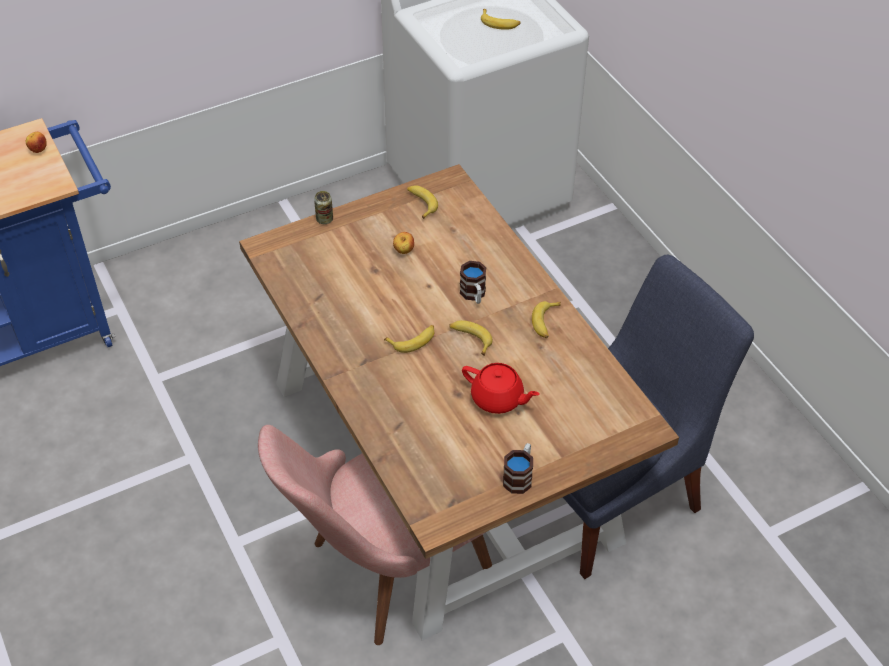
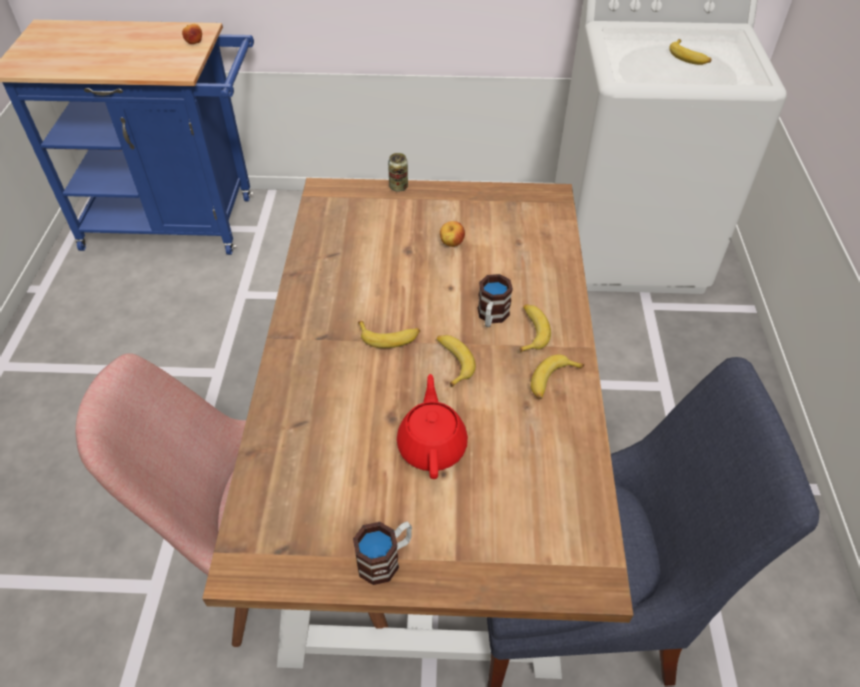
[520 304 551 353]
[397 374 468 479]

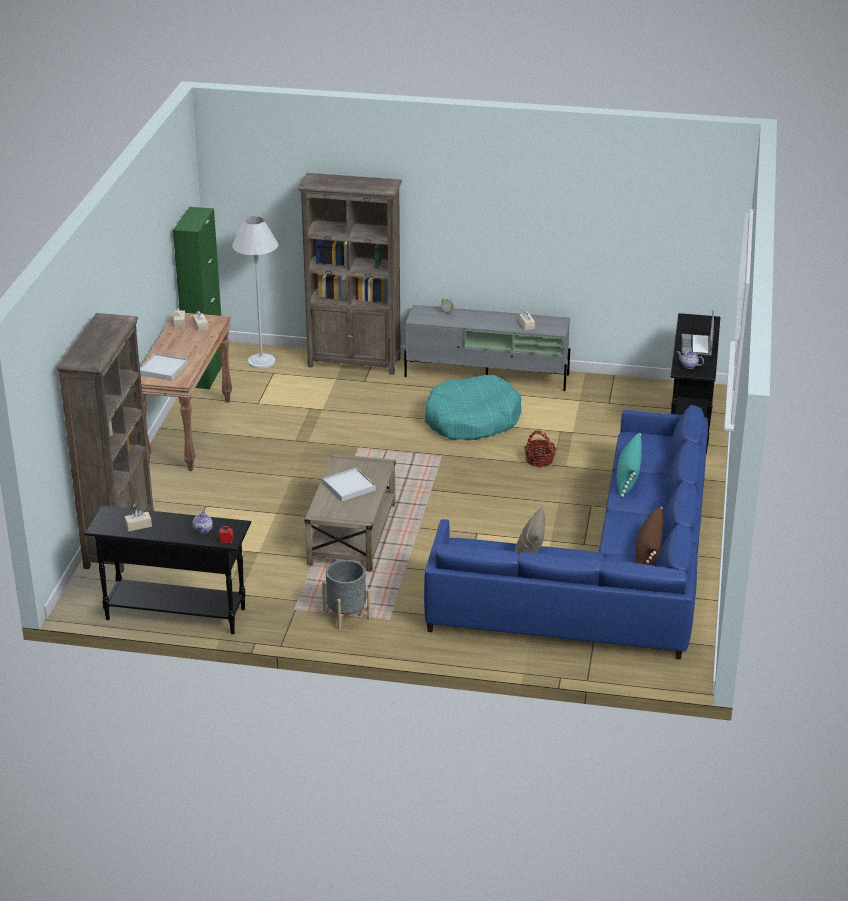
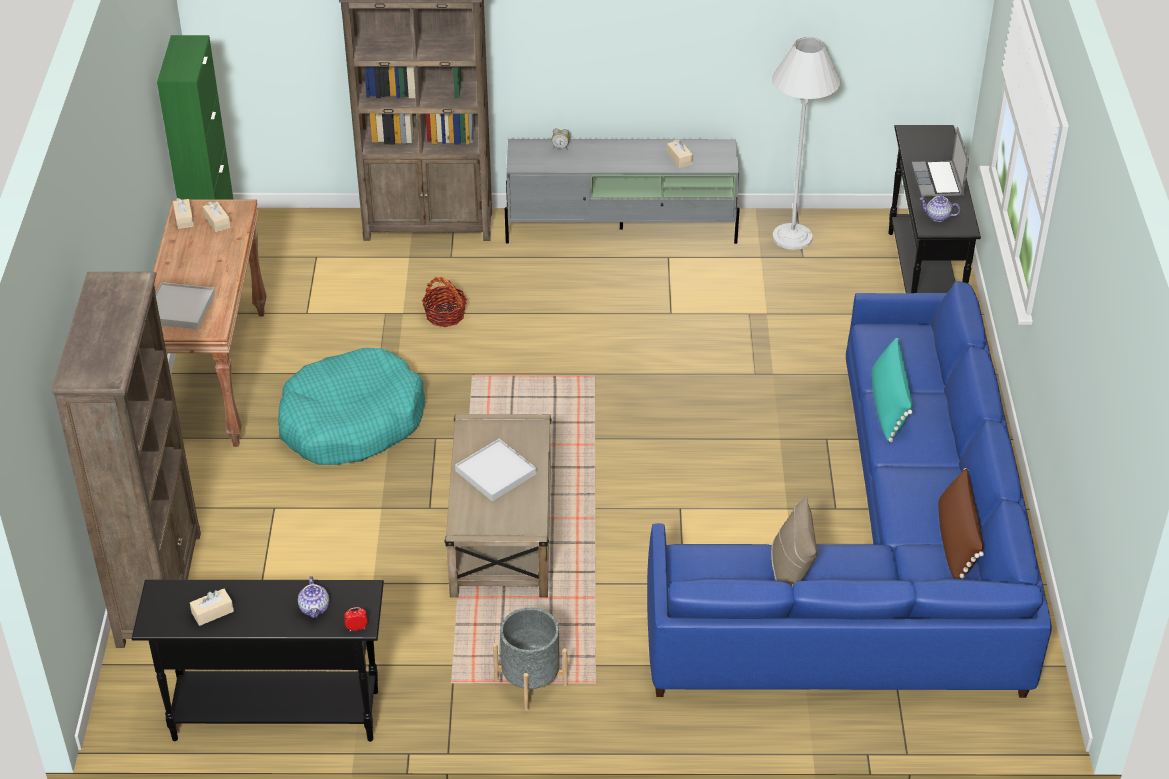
[772 37 841 250]
[278 348 426 465]
[422 277 467 327]

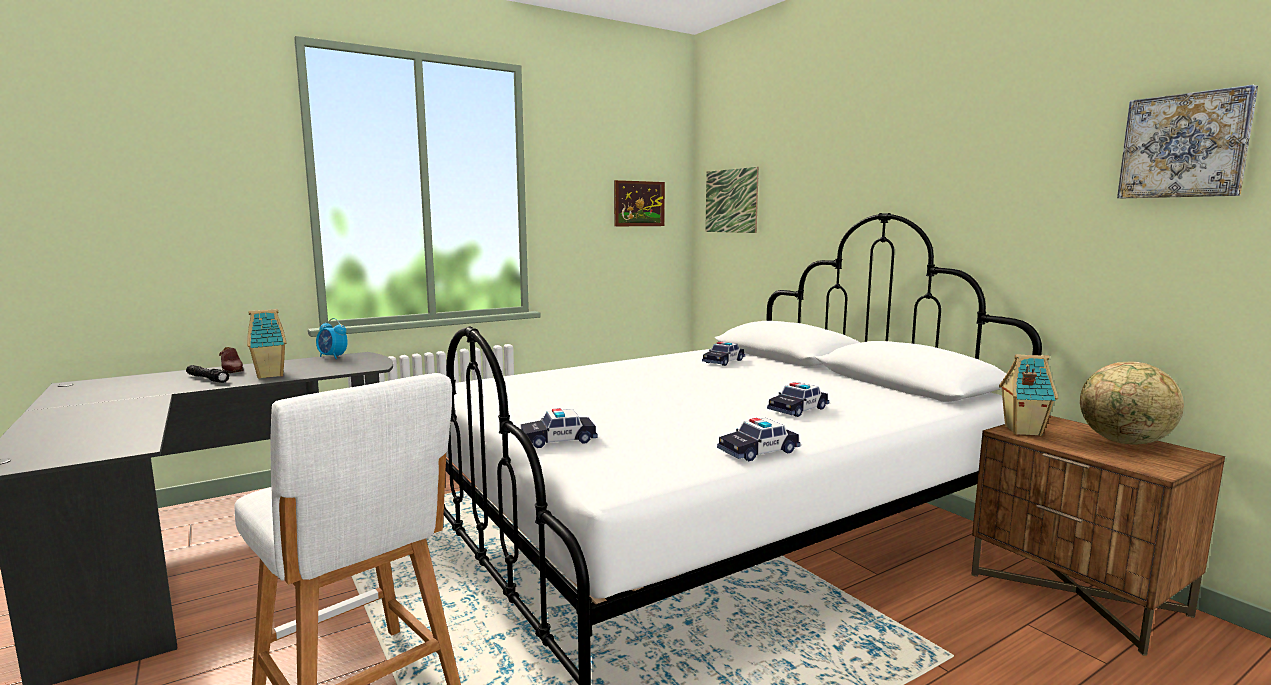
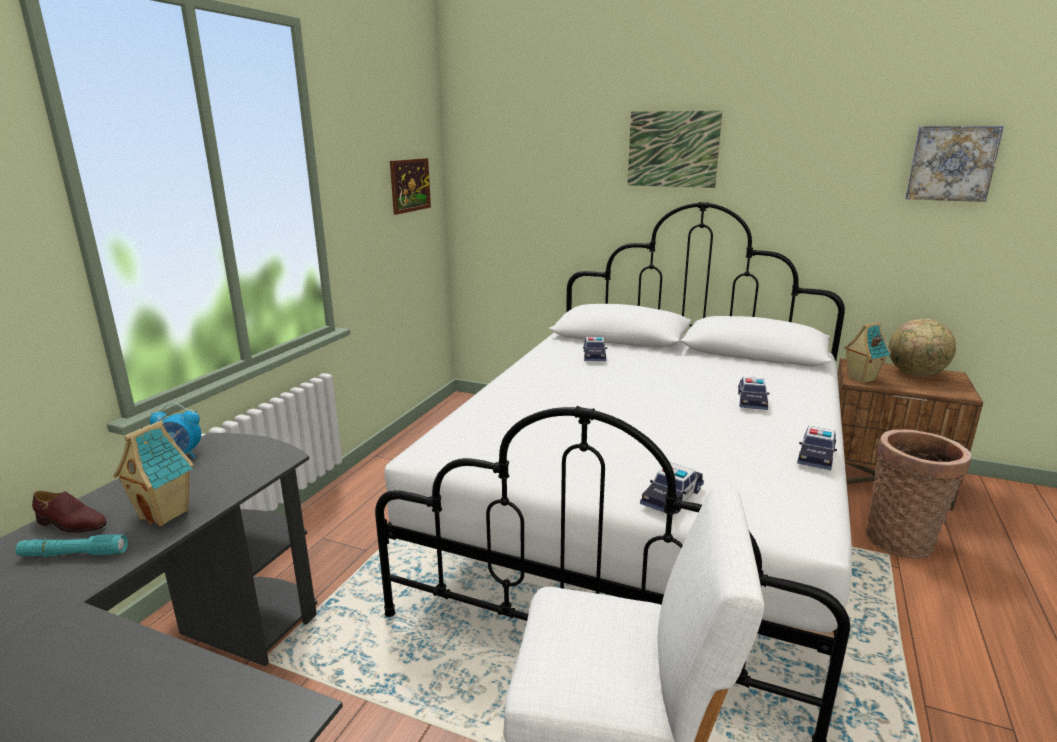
[15 534 128 557]
[627 110 723 188]
[866 429 972 558]

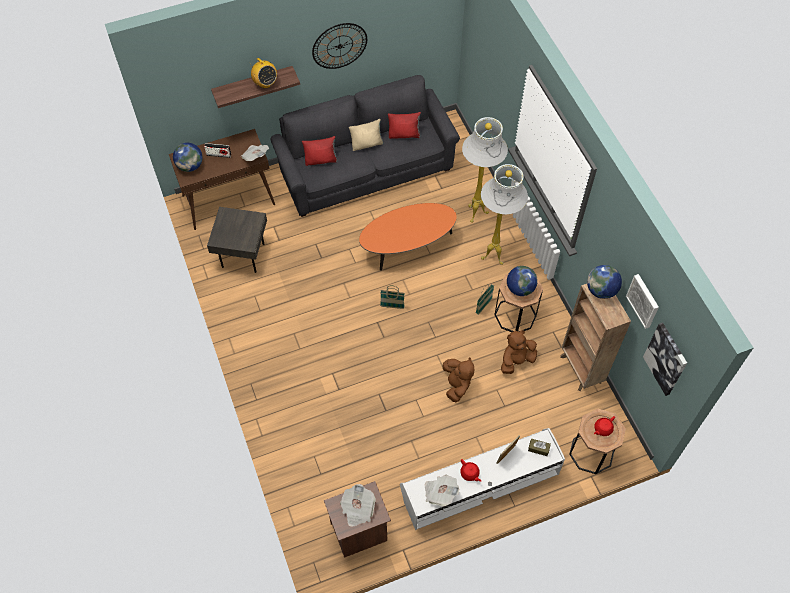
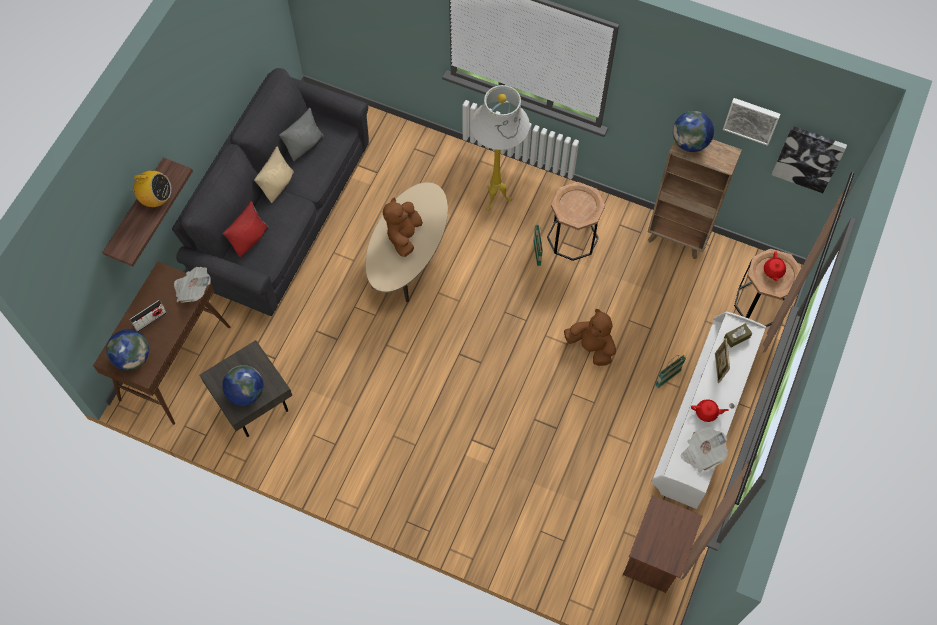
[312 23 367 69] (first image)
[340 484 376 527] (first image)
[365 182 448 302]
[655 355 687 389]
[279 108 324 161]
[462 117 508 223] (first image)
[383 198 423 257]
[222 365 264 406]

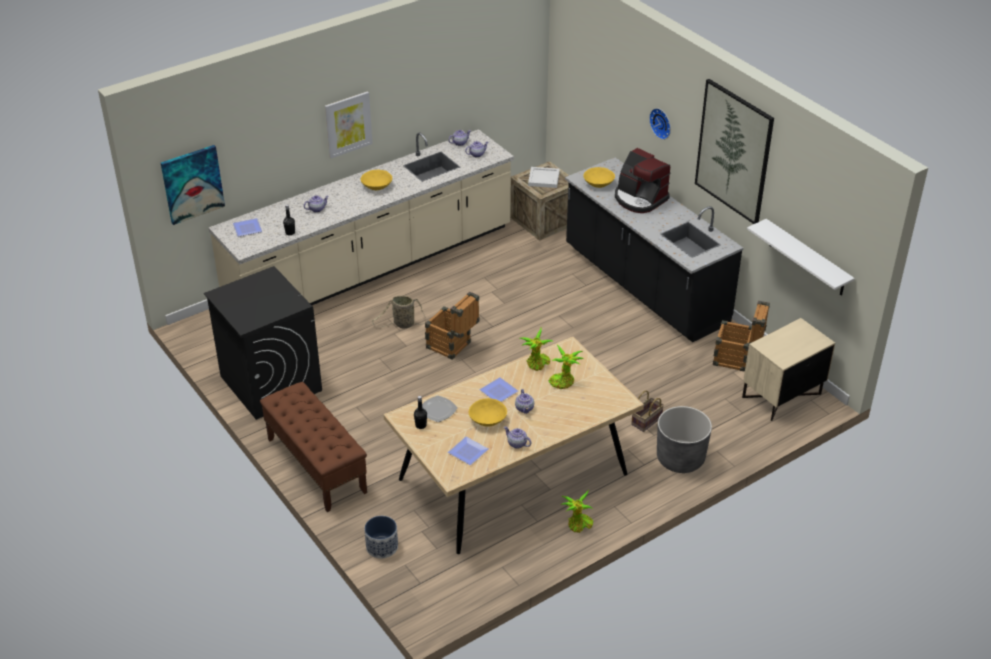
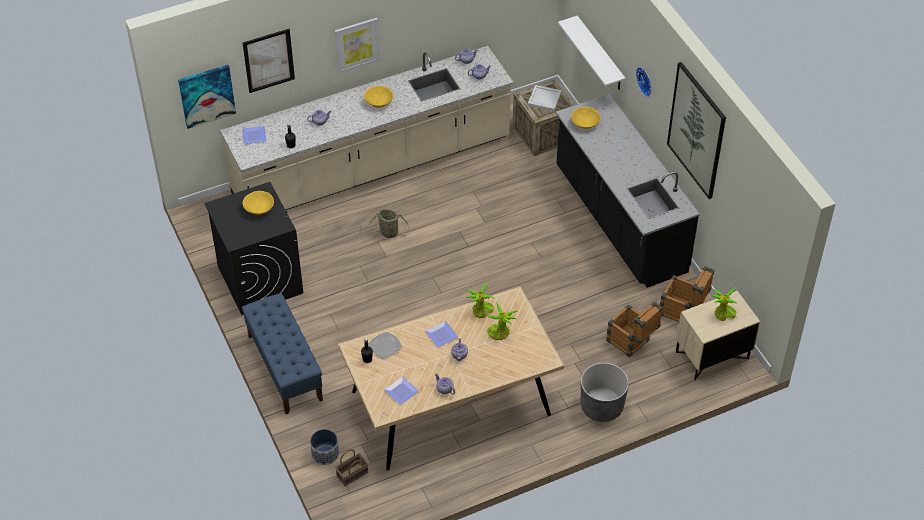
[242 293 323 414]
[606 301 663 358]
[242 191 274 215]
[710 287 737 321]
[615 148 670 213] (first image)
[335 449 368 486]
[558 16 625 90]
[243 29 295 93]

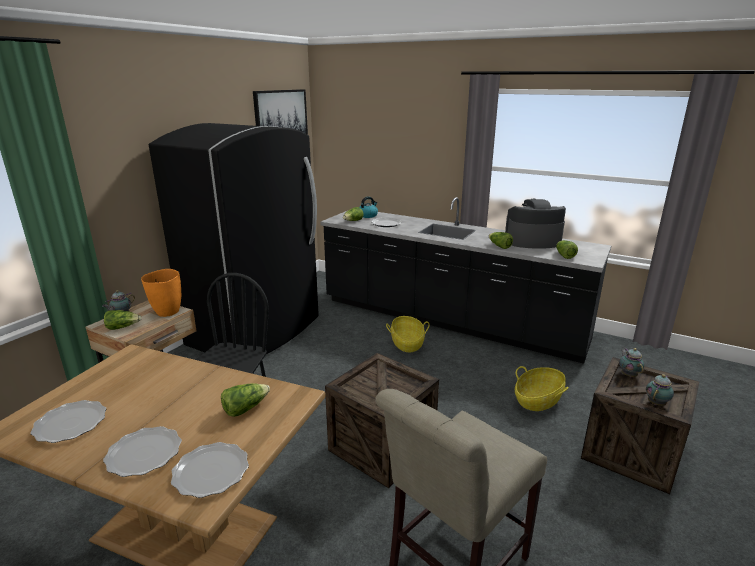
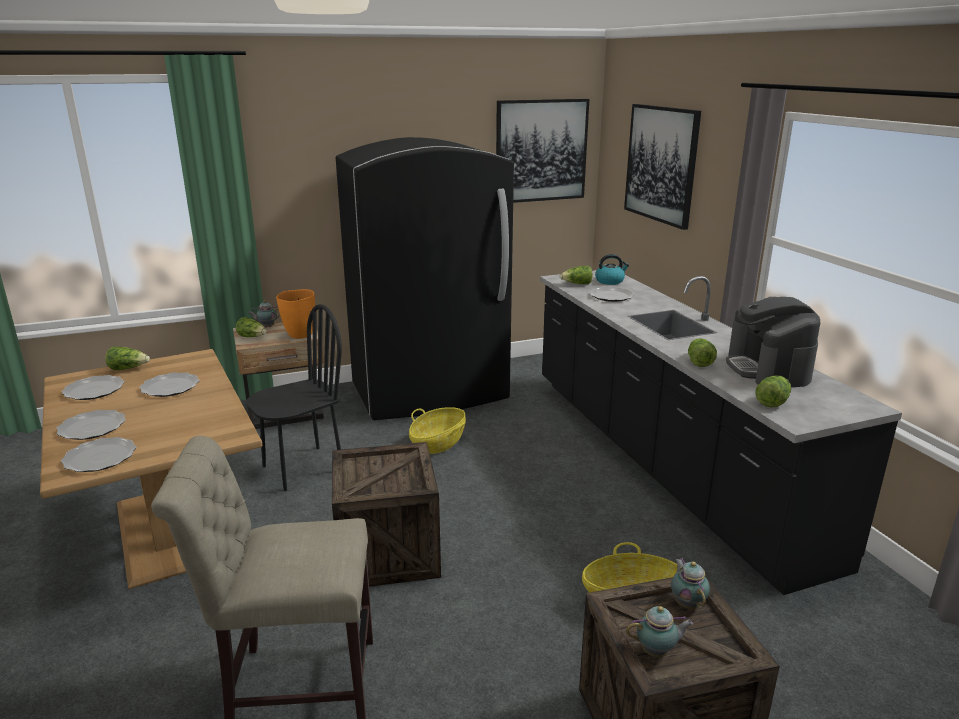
[106 346 150 370]
[409 407 466 454]
[726 297 820 387]
[671 558 710 609]
[139 372 200 397]
[624 104 701 230]

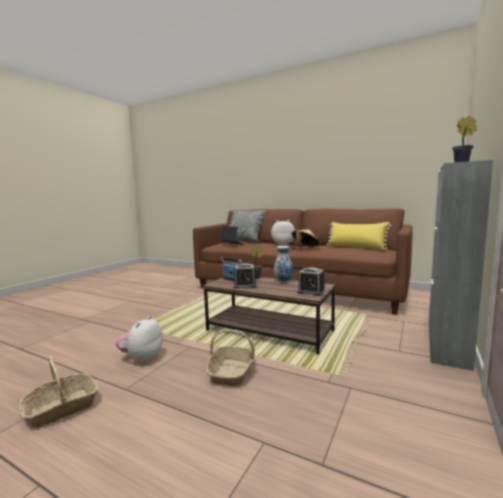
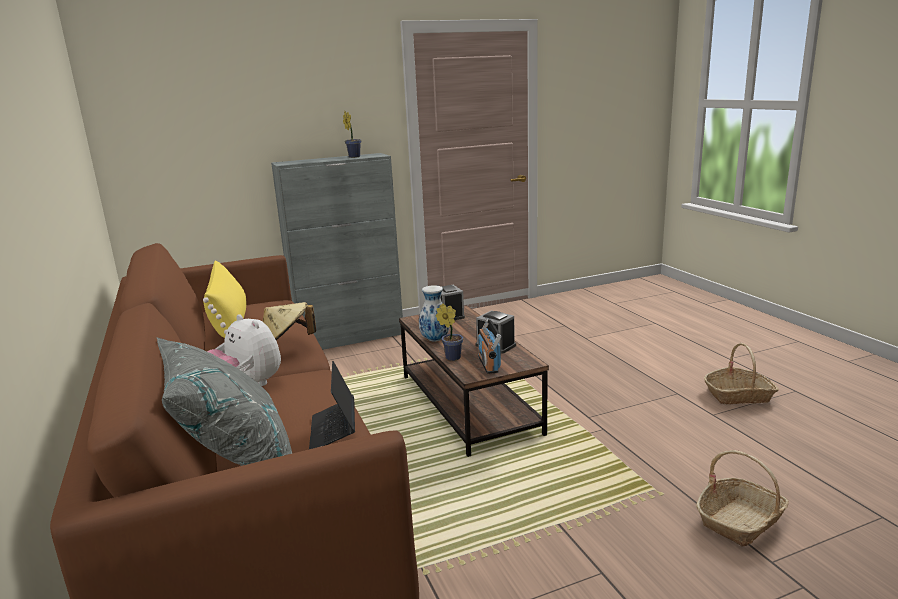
[115 316 163 363] (first image)
[696 450 789 547]

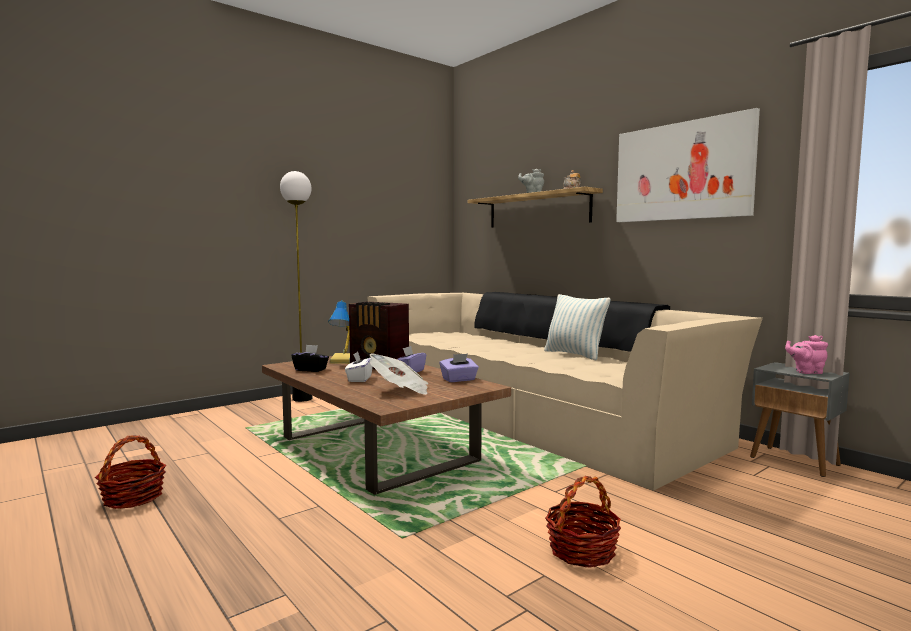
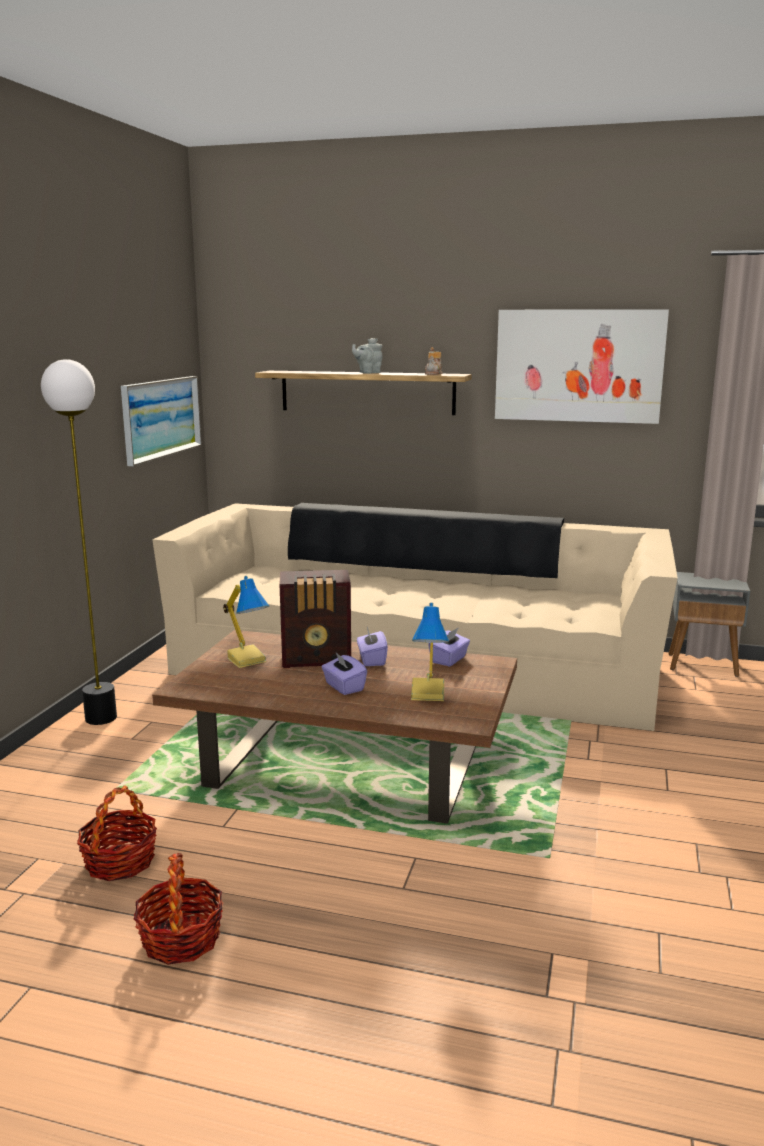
[291 345 329 372] (first image)
[322 653 367 695]
[411 602 449 701]
[544 294 611 360] (first image)
[77 785 157 881]
[785 335 828 374] (first image)
[121 376 201 466]

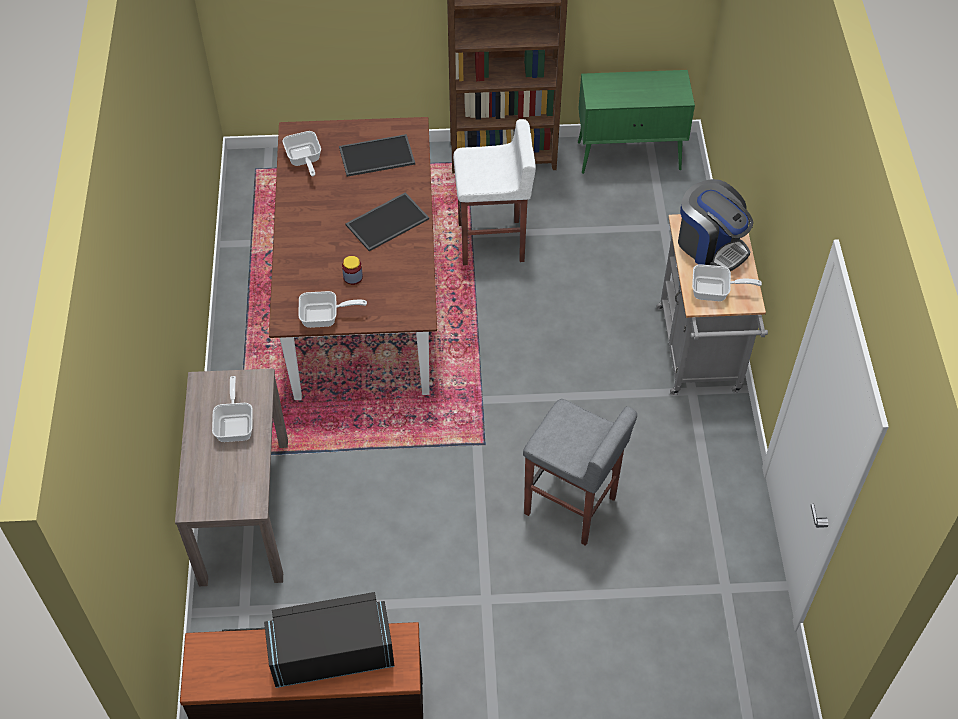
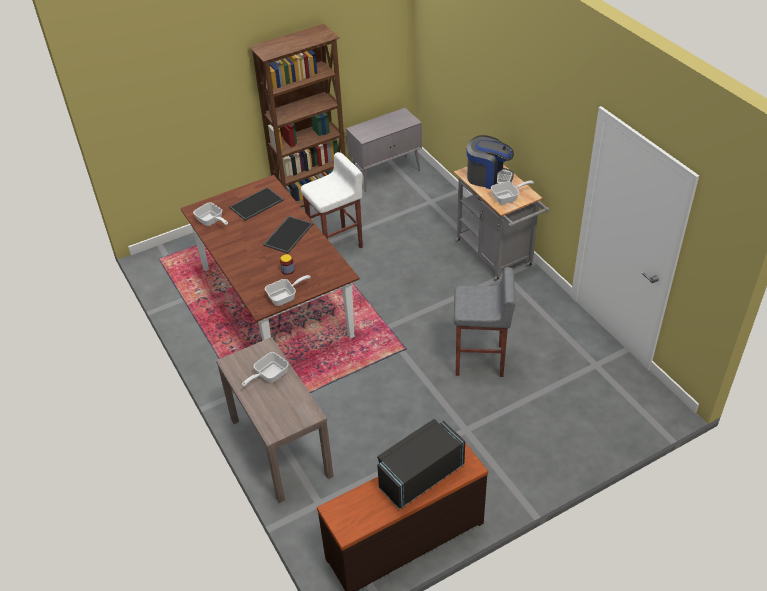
[242 352 289 387]
[346 108 422 192]

